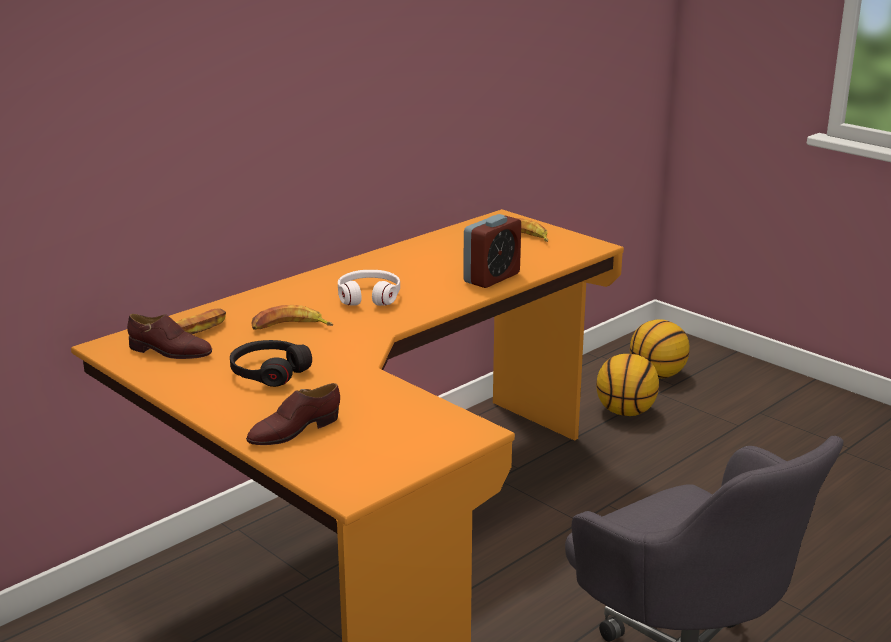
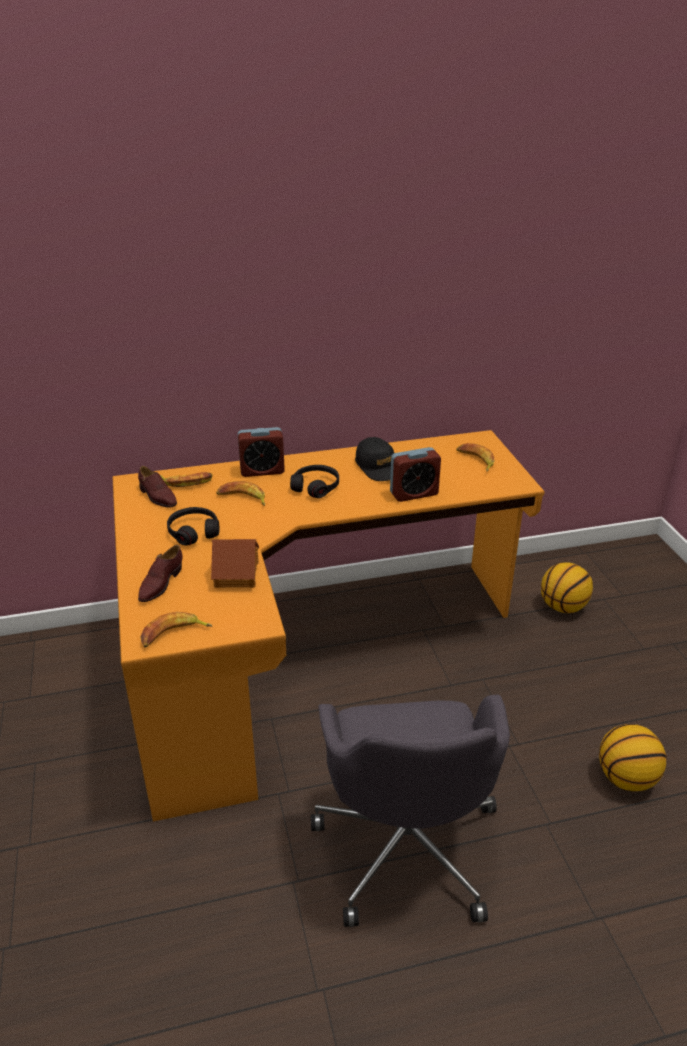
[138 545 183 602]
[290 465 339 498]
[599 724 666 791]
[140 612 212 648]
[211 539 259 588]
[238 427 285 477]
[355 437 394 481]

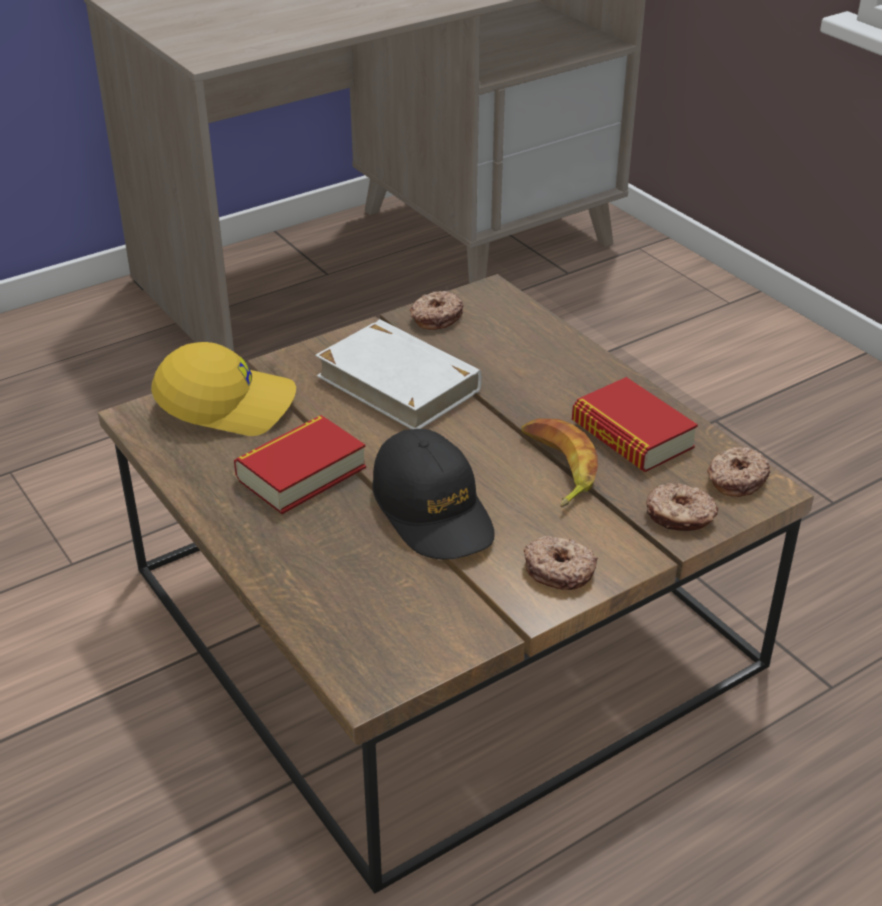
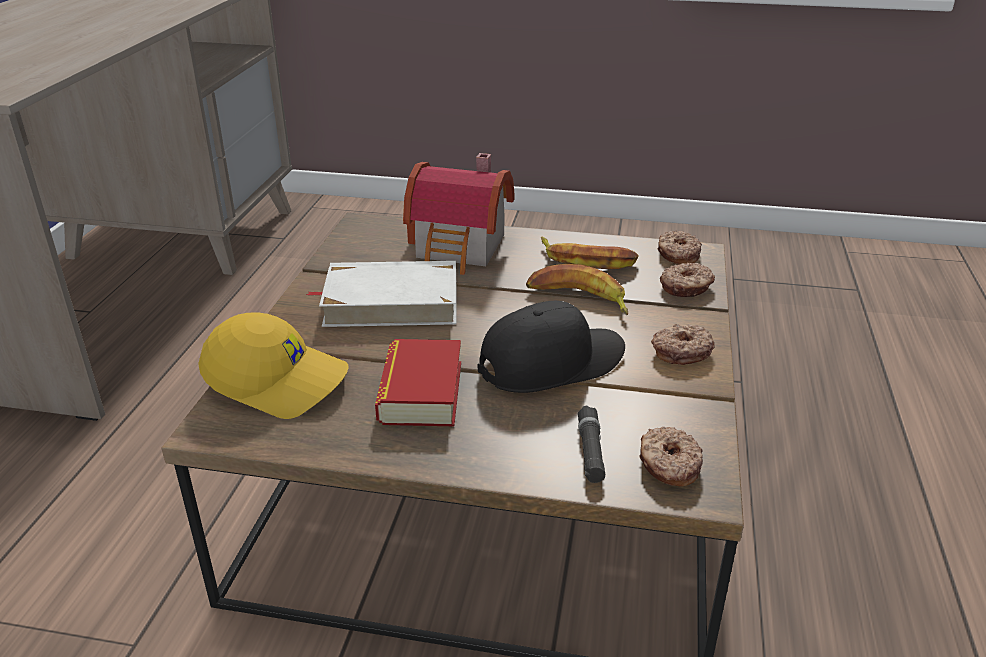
[198 312 349 419]
[477 301 625 393]
[639 427 703 486]
[541 237 639 269]
[403 153 515 275]
[578 406 605 483]

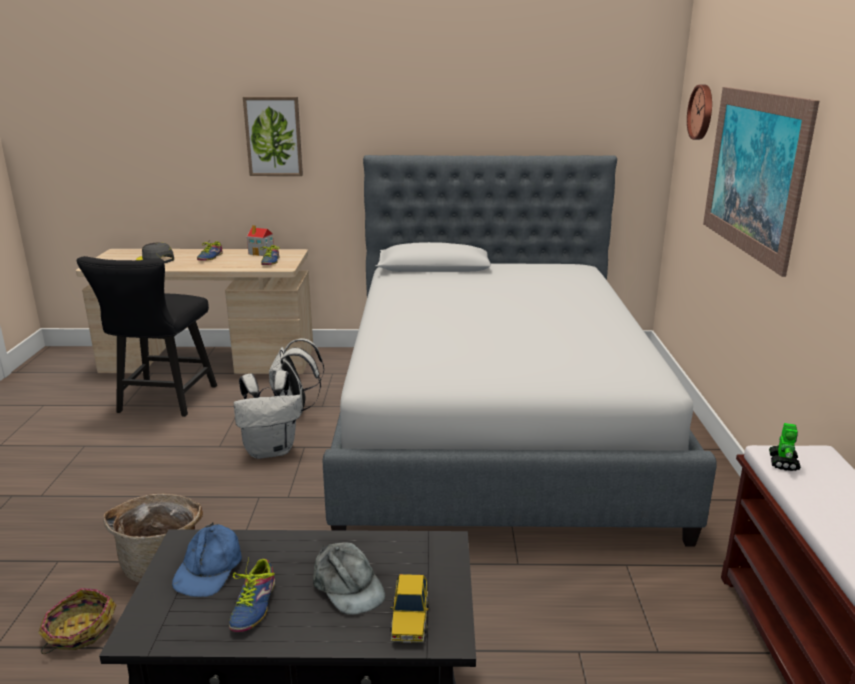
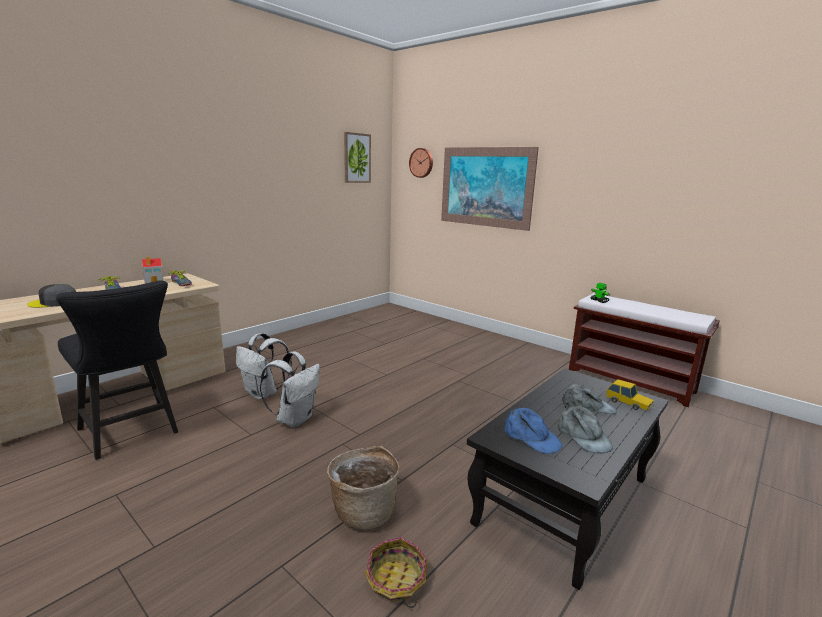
[557 406 613 453]
[344 132 371 183]
[323 155 717 547] (first image)

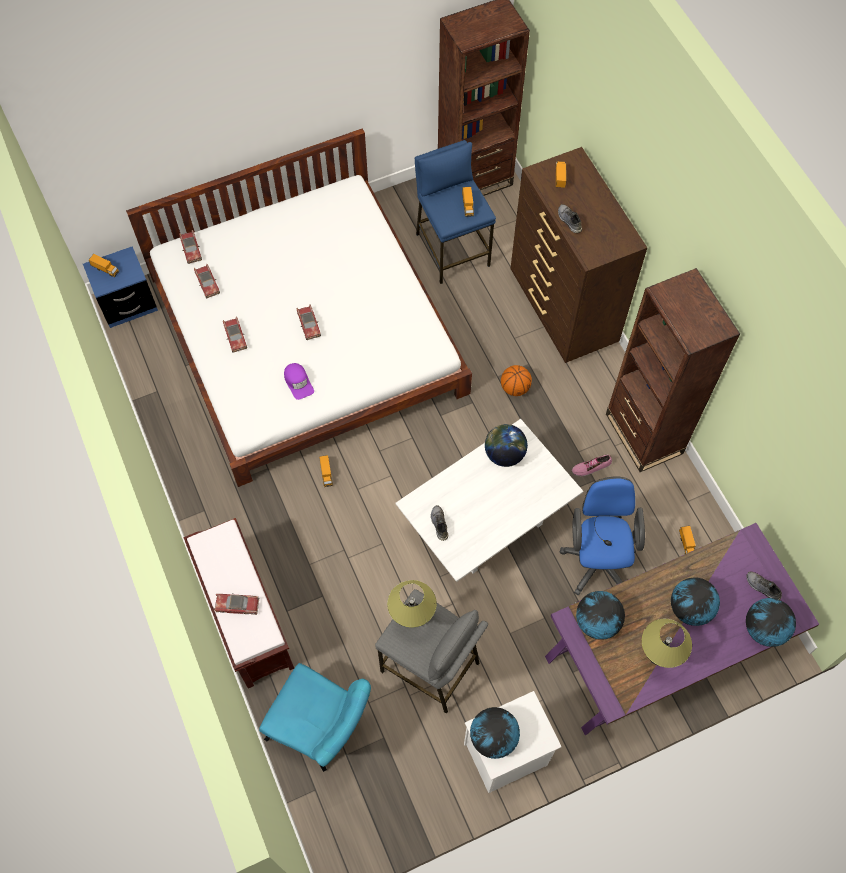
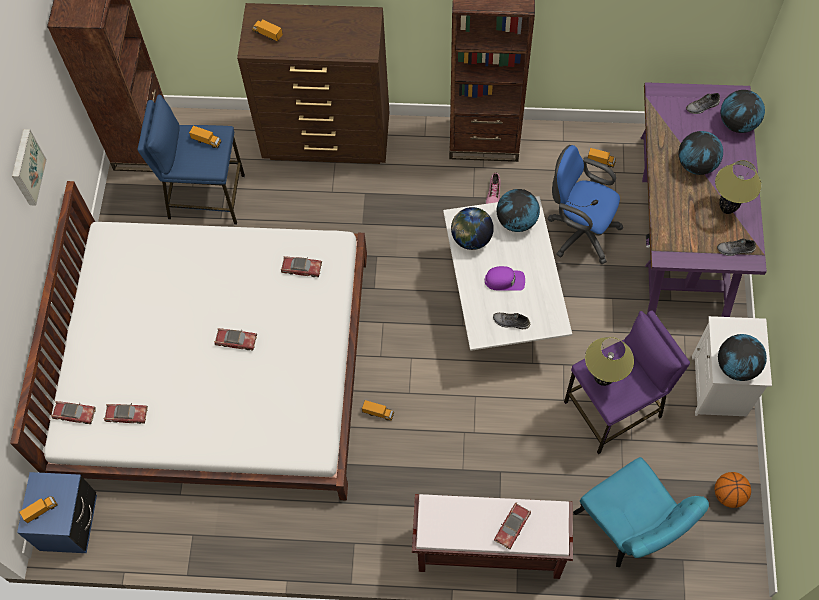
[281 256 322 277]
[573 457 709 567]
[485 266 525 291]
[564 311 690 454]
[715 472 751 508]
[717 238 756 256]
[497 189 540 232]
[12 129 47 205]

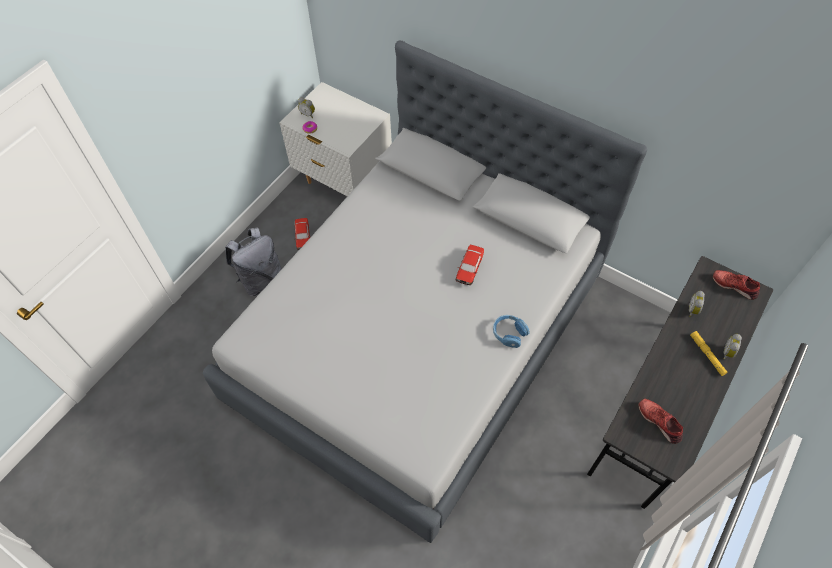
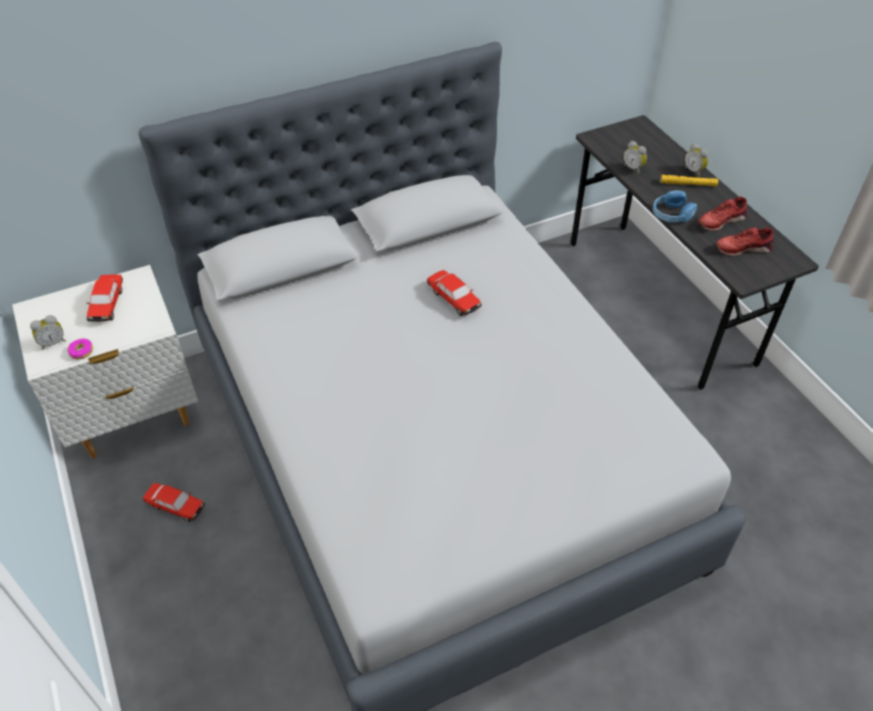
[225 227 282 296] (first image)
[653 191 697 223]
[698 196 748 231]
[87 275 123 322]

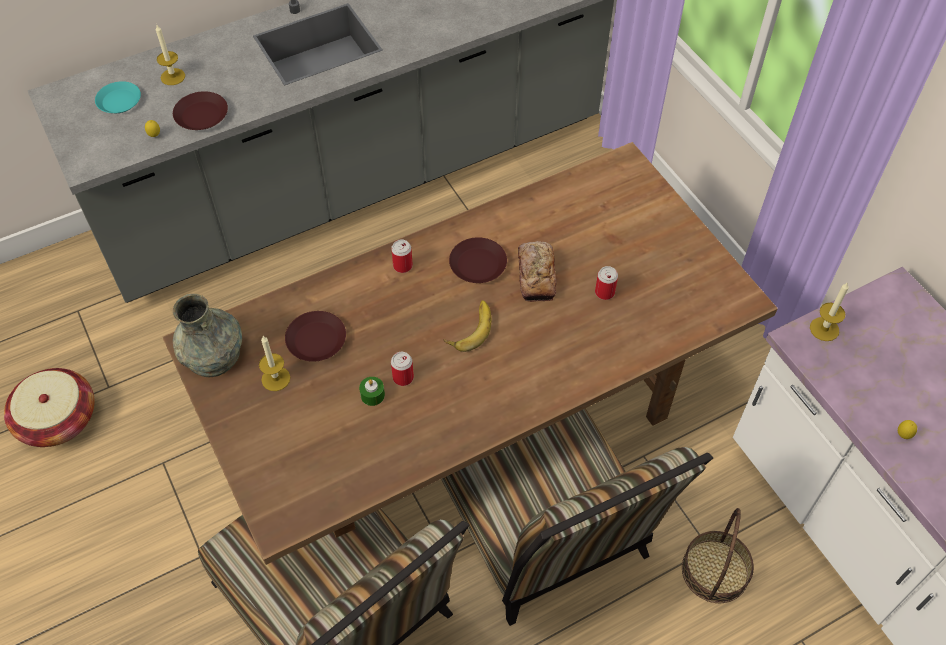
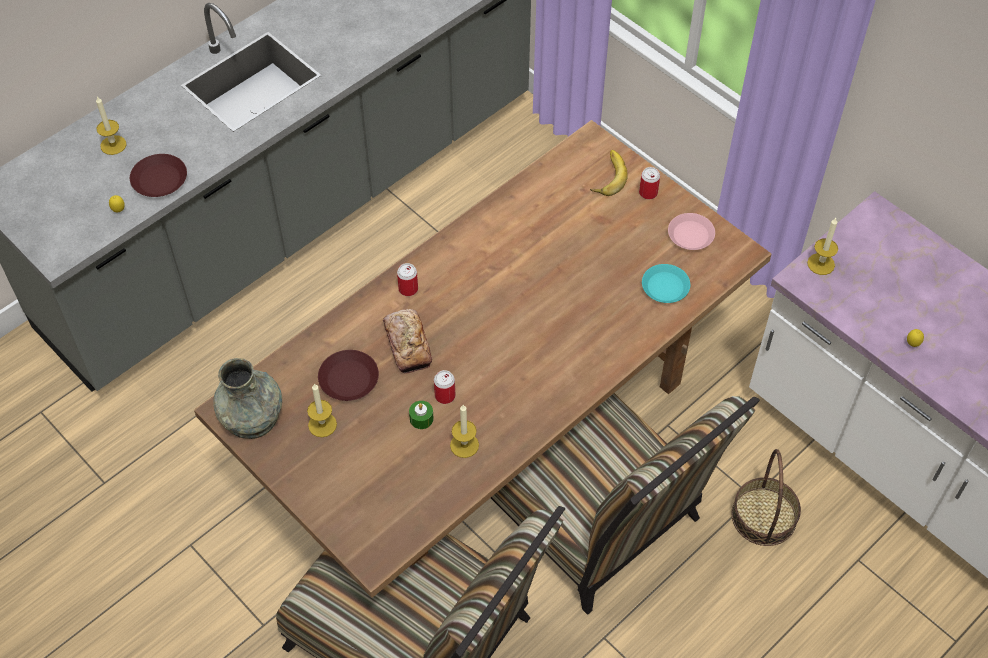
[4 368 95 447] (first image)
[642 264 690 303]
[590 150 628 196]
[449 237 507 283] (first image)
[383 309 432 374]
[639 167 660 199]
[450 405 479 458]
[668 213 715 250]

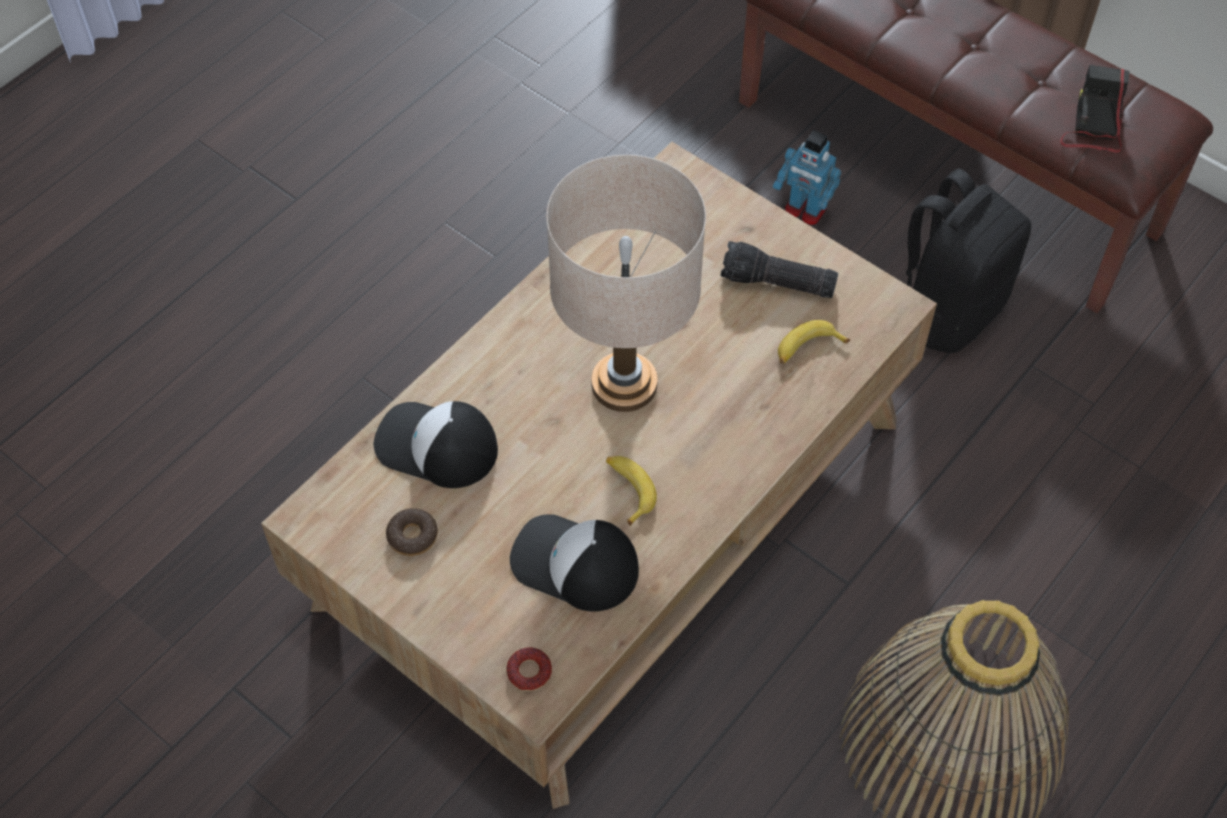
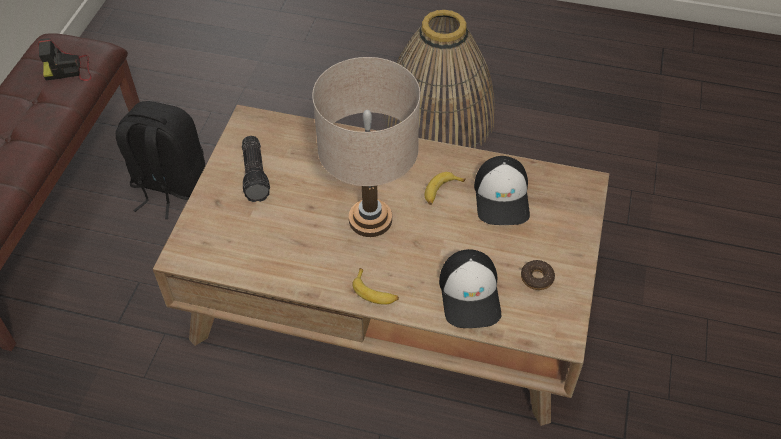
[506 647 552 691] (first image)
[773 130 842 225] (first image)
[352 268 399 305]

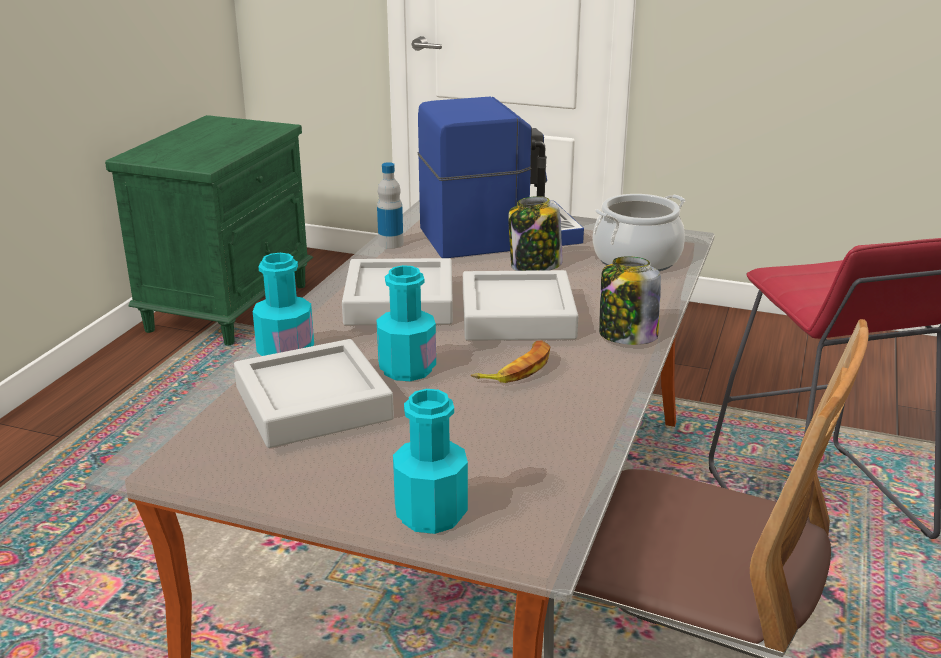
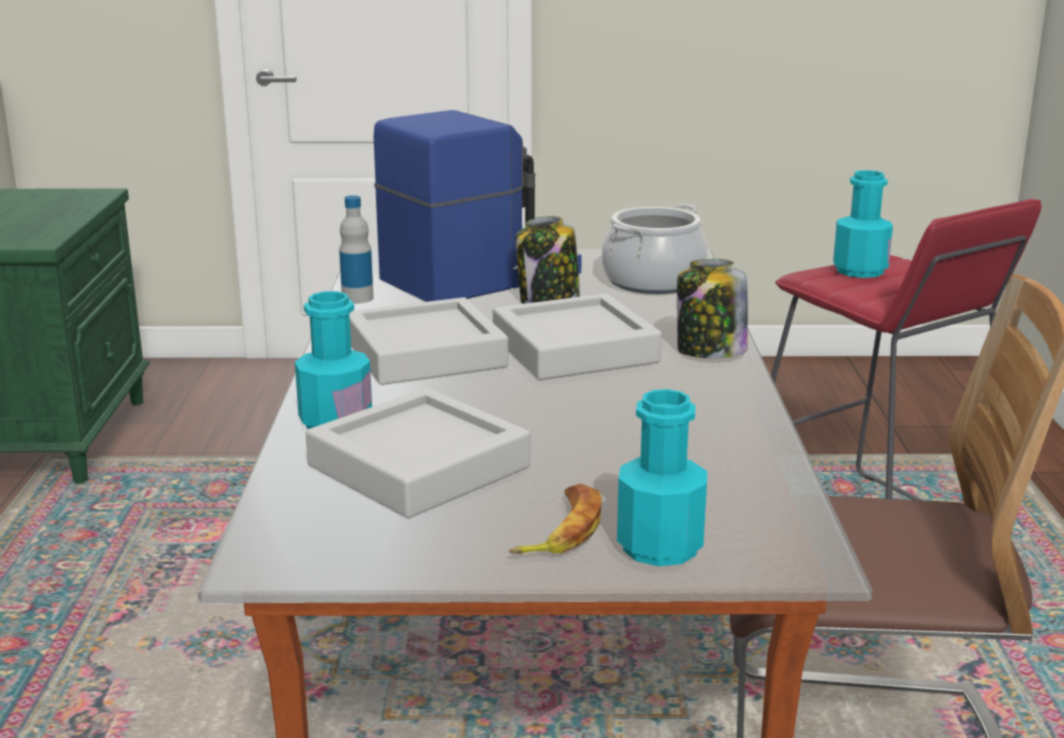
[833 170 893 278]
[509 484 602 554]

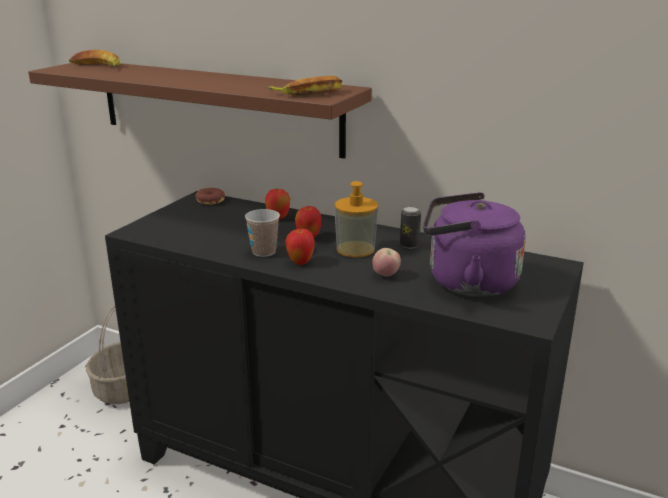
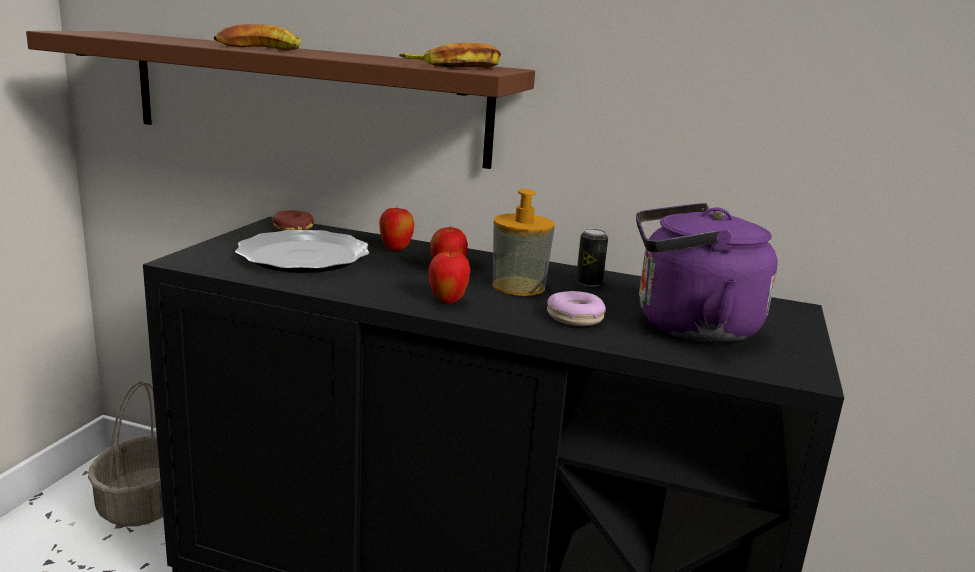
[214 24 301 50]
[245 209 280 257] (first image)
[547 291 606 326]
[235 230 370 273]

